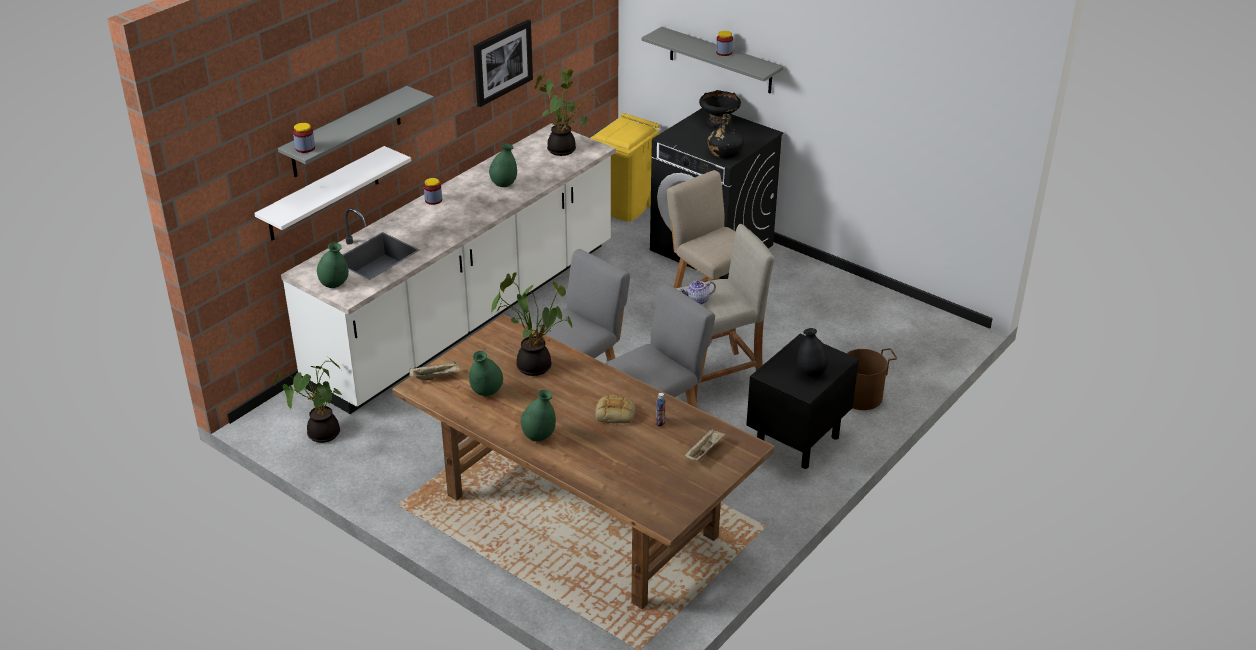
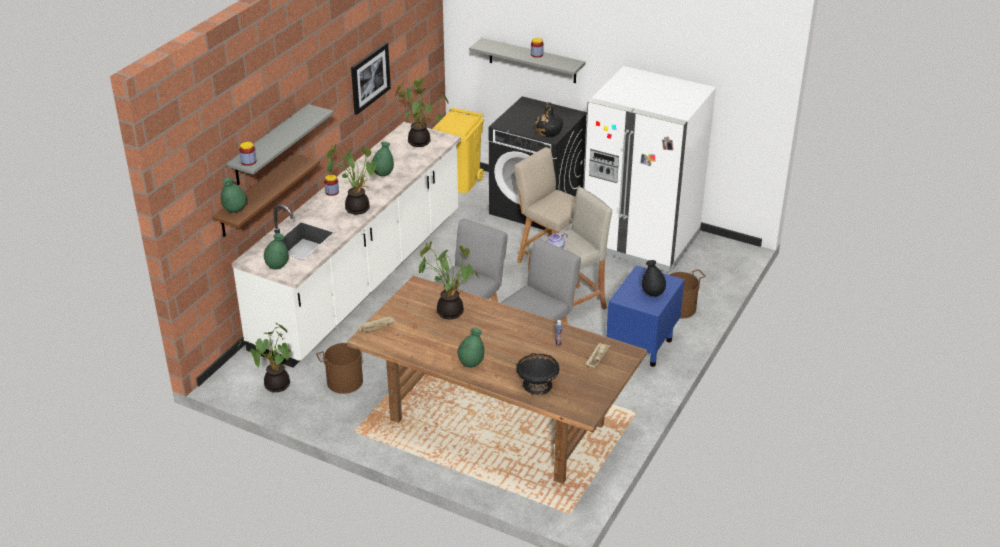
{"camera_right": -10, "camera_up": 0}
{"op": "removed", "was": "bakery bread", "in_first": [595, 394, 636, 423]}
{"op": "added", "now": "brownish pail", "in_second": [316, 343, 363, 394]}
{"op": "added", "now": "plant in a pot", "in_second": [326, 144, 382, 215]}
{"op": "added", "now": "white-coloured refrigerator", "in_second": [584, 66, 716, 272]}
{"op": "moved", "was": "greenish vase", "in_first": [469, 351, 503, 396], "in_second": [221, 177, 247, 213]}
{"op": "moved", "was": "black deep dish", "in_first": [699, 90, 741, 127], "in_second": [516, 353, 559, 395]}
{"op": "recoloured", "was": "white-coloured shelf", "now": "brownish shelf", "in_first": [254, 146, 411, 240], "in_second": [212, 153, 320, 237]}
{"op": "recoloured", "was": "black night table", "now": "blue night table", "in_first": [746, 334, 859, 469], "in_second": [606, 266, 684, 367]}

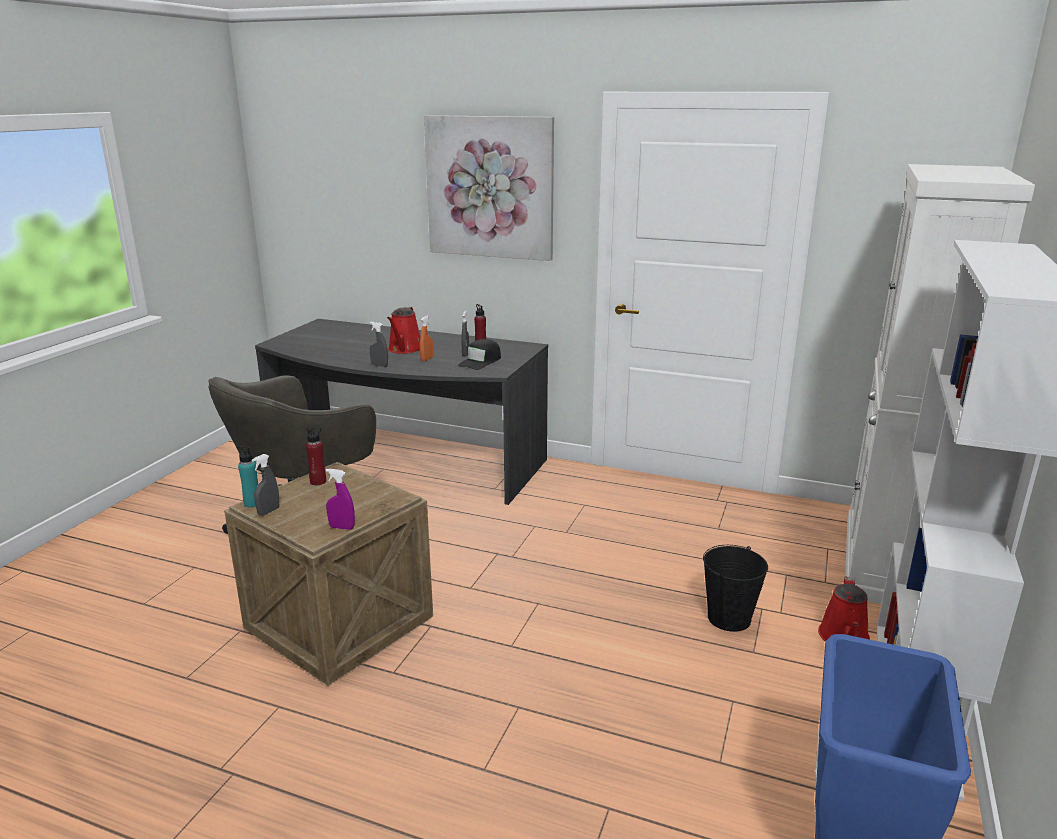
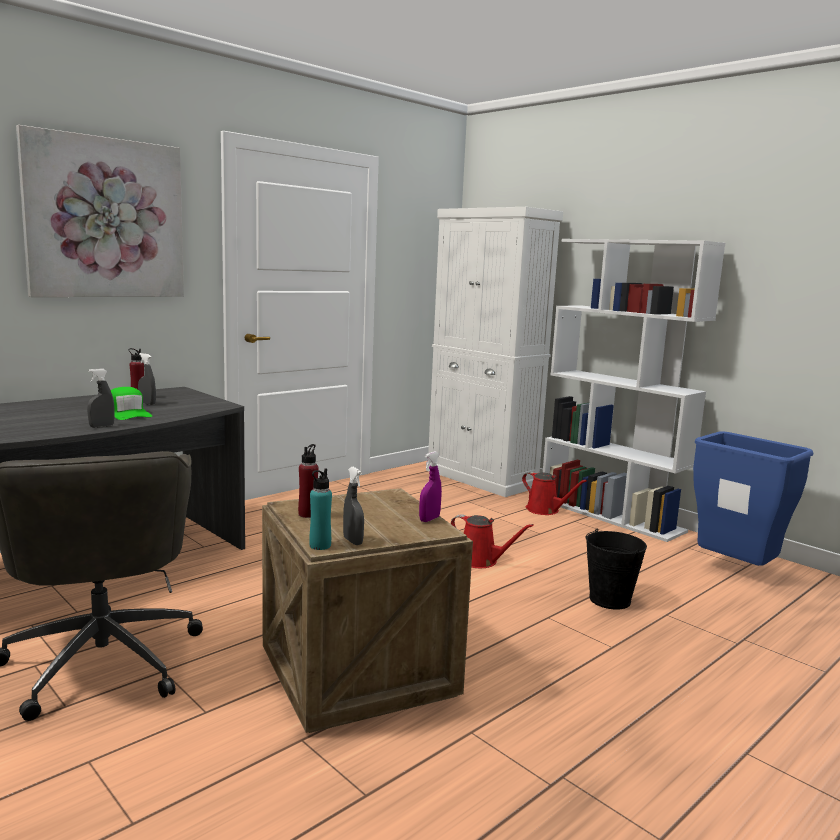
{"camera_right": -65, "camera_up": -10}
{"op": "removed", "was": "black cap", "in_first": [458, 339, 501, 370]}
{"op": "moved", "was": "red-coloured sprinkling can", "in_first": [387, 307, 420, 354], "in_second": [451, 514, 534, 568]}
{"op": "moved", "was": "black pail", "in_first": [703, 545, 768, 632], "in_second": [586, 529, 647, 610]}
{"op": "replaced", "was": "orangey hand sprayer", "now": "greenish cap", "in_first": [420, 315, 433, 361], "in_second": [111, 387, 152, 420]}

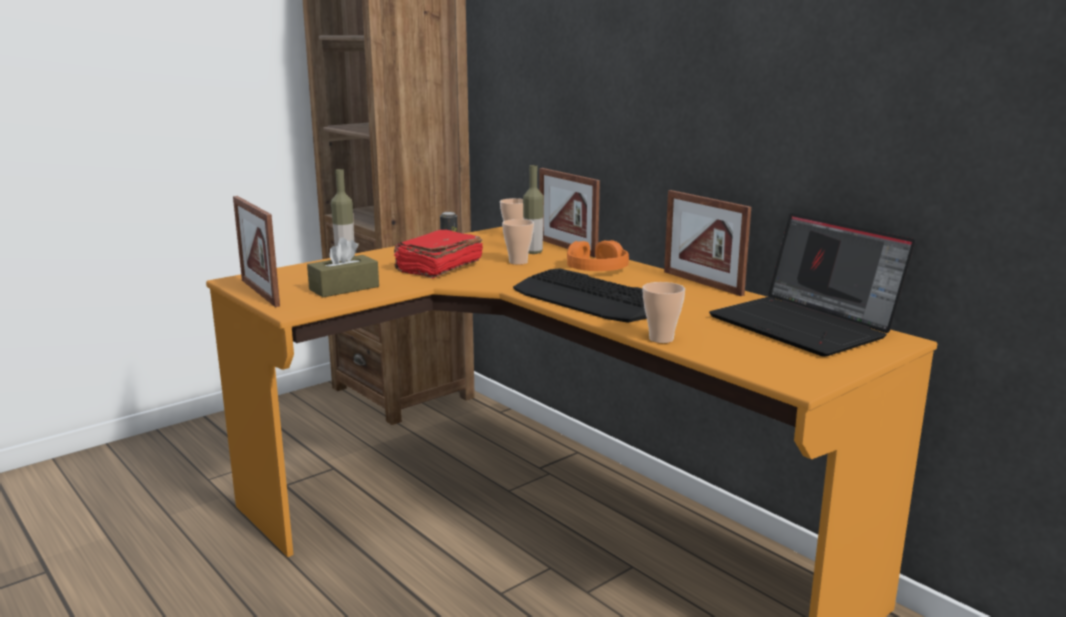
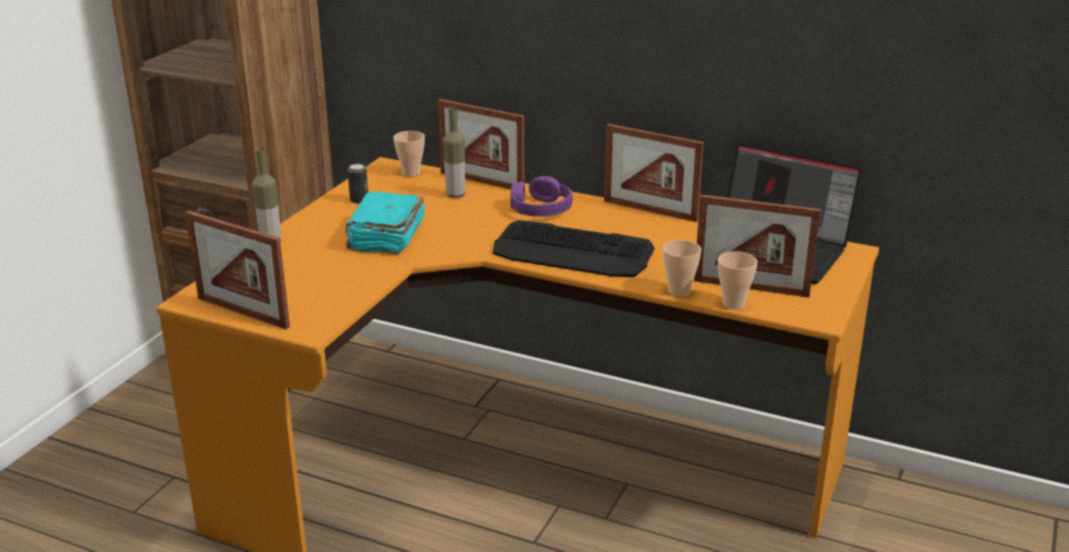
{"camera_right": -25, "camera_up": 10}
{"op": "removed", "was": "brownish tissue holder", "in_first": [307, 237, 379, 297]}
{"op": "added", "now": "photo frame", "in_second": [694, 195, 821, 298]}
{"op": "moved", "was": "drinking cup", "in_first": [502, 219, 534, 265], "in_second": [718, 251, 758, 309]}
{"op": "recoloured", "was": "red-coloured volume", "now": "turquoise volume", "in_first": [393, 230, 483, 278], "in_second": [345, 191, 425, 255]}
{"op": "recoloured", "was": "orangey headset", "now": "purple headset", "in_first": [567, 240, 629, 271], "in_second": [510, 176, 573, 217]}

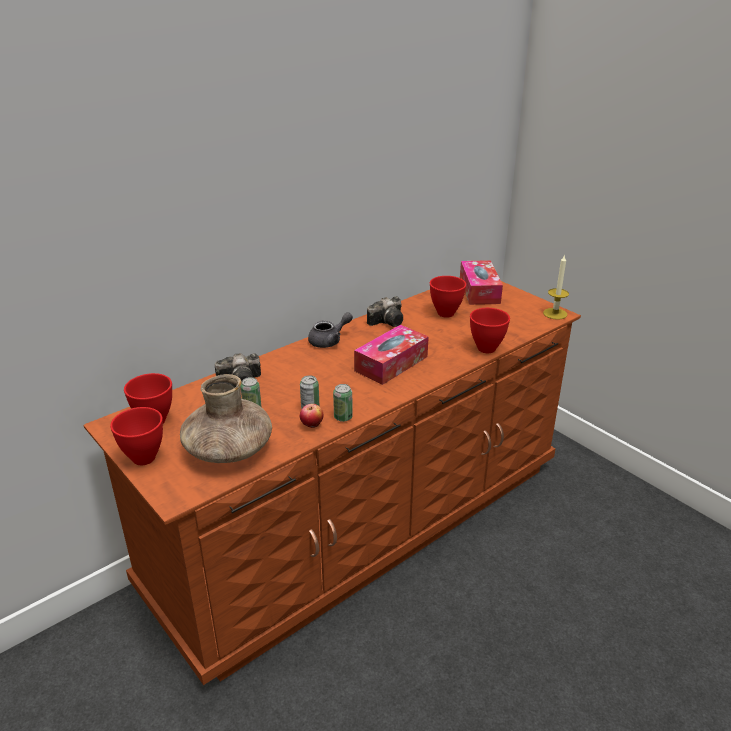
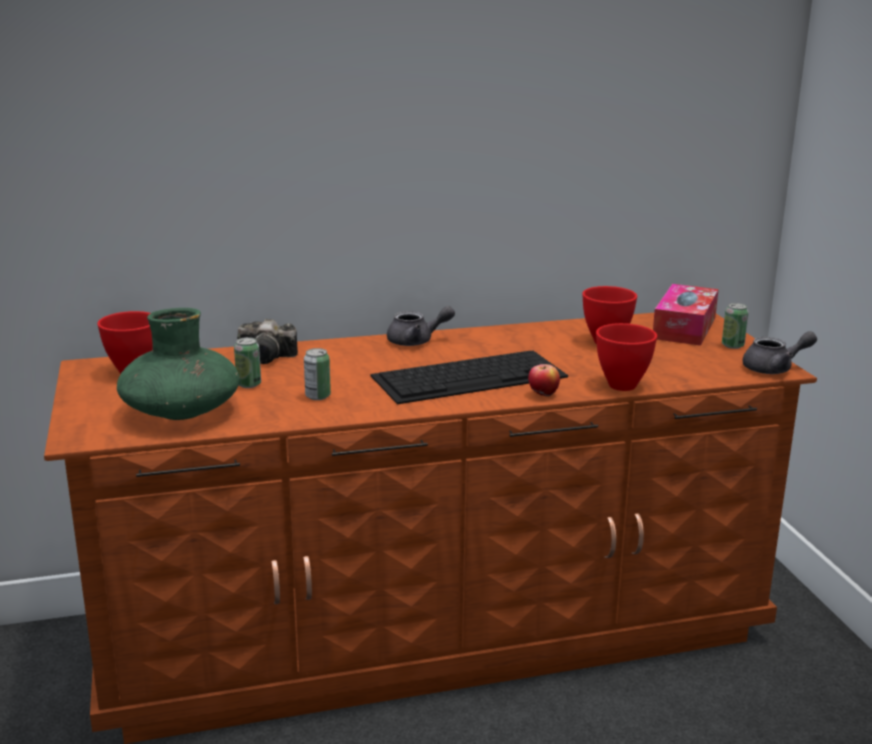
{"camera_right": 25, "camera_up": -10}
{"op": "removed", "was": "red-coloured deep dish", "in_first": [110, 407, 163, 465]}
{"op": "removed", "was": "photo camera", "in_first": [367, 296, 403, 327]}
{"op": "moved", "was": "apple", "in_first": [300, 404, 323, 428], "in_second": [528, 364, 560, 397]}
{"op": "moved", "was": "can", "in_first": [333, 384, 353, 422], "in_second": [722, 303, 749, 349]}
{"op": "replaced", "was": "tissue holder", "now": "keyboard", "in_first": [354, 325, 429, 385], "in_second": [370, 350, 568, 404]}
{"op": "replaced", "was": "candle", "now": "gray teapot", "in_first": [543, 254, 569, 320], "in_second": [743, 331, 817, 374]}
{"op": "recoloured", "was": "brownish vase", "now": "greenish vase", "in_first": [180, 374, 272, 463], "in_second": [117, 308, 240, 420]}

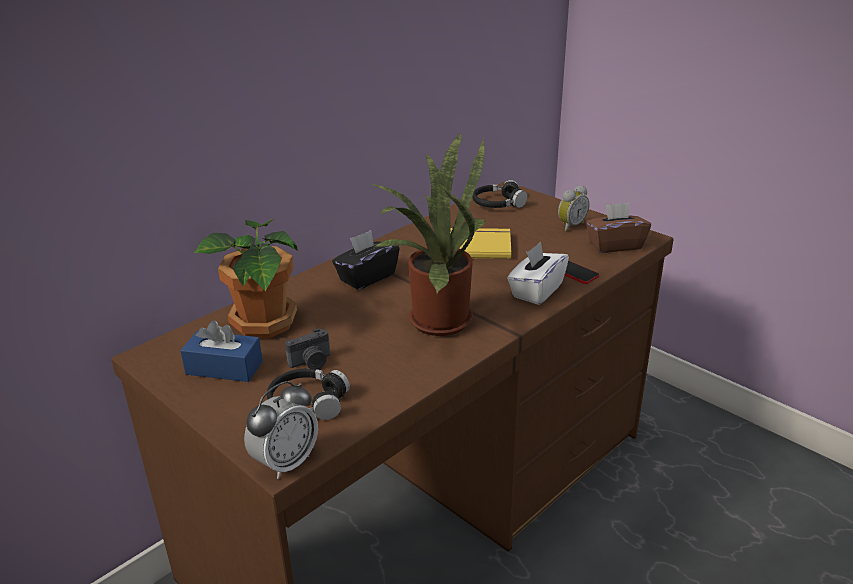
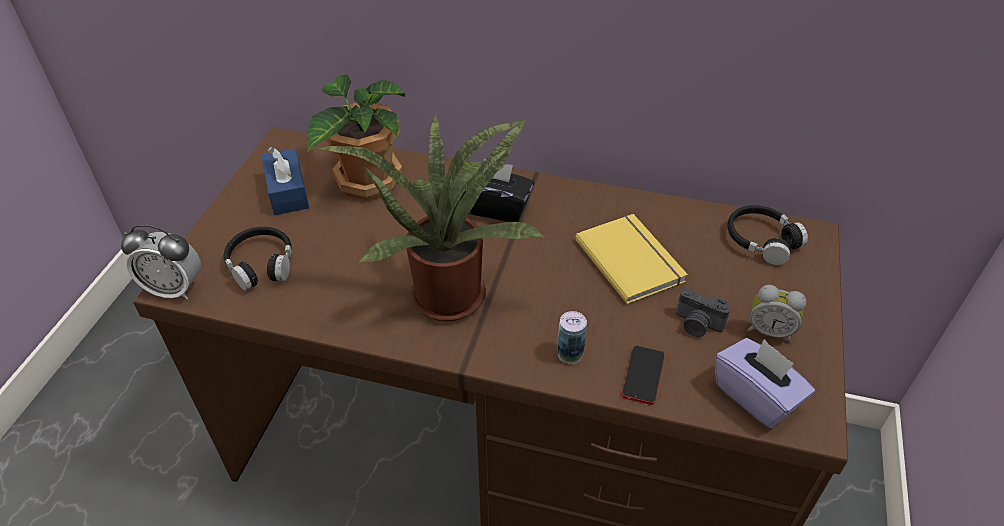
{"camera_right": 60, "camera_up": 15}
{"op": "moved", "was": "photo camera", "in_first": [285, 328, 330, 369], "in_second": [676, 288, 731, 337]}
{"op": "replaced", "was": "white-coloured tissue holder", "now": "can", "in_first": [507, 242, 569, 305], "in_second": [557, 311, 587, 364]}
{"op": "recoloured", "was": "brownish tissue holder", "now": "purple tissue holder", "in_first": [586, 203, 651, 253], "in_second": [715, 338, 815, 429]}

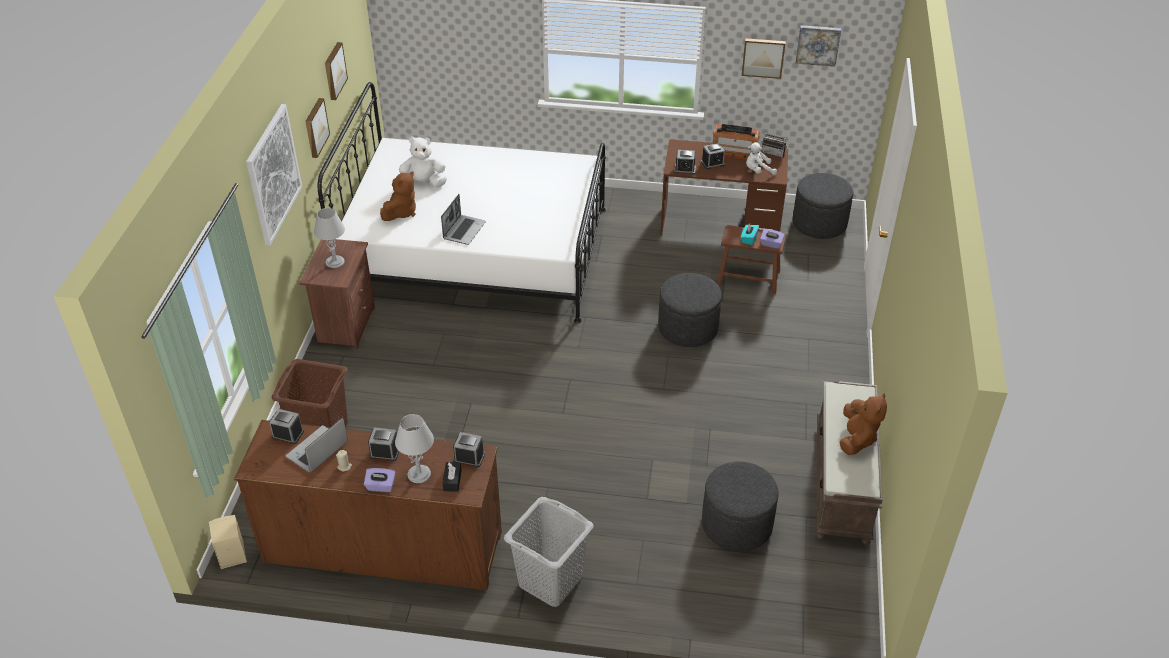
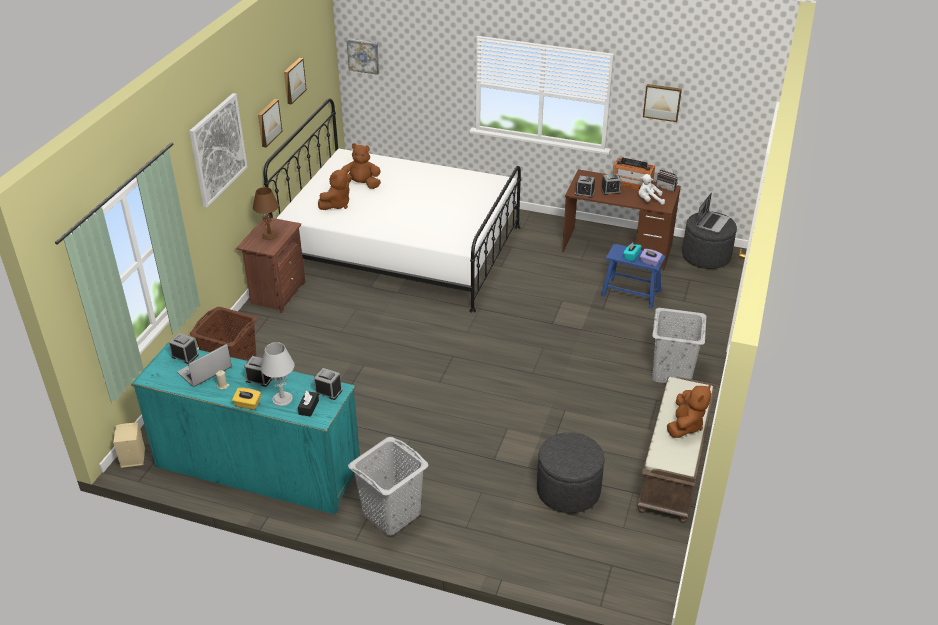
{"camera_right": 10, "camera_up": -5}
{"op": "removed", "was": "gray ottoman", "in_first": [658, 273, 722, 347]}
{"op": "added", "now": "gray laundry basket", "in_second": [652, 308, 706, 383]}
{"op": "moved", "was": "portable computer", "in_first": [441, 194, 486, 245], "in_second": [696, 192, 730, 233]}
{"op": "moved", "was": "wall picture", "in_first": [796, 25, 841, 67], "in_second": [346, 39, 379, 75]}
{"op": "recoloured", "was": "brownish chest of drawers", "now": "turquoise chest of drawers", "in_first": [234, 420, 502, 590], "in_second": [131, 343, 360, 514]}
{"op": "recoloured", "was": "gray table lamp", "now": "brownish table lamp", "in_first": [314, 208, 345, 268], "in_second": [253, 187, 279, 240]}
{"op": "recoloured", "was": "purple tissue holder", "now": "yellow tissue holder", "in_first": [364, 468, 396, 492], "in_second": [232, 388, 261, 410]}
{"op": "recoloured", "was": "white-coloured plush toy", "now": "brownish plush toy", "in_first": [399, 136, 447, 188], "in_second": [341, 143, 381, 189]}
{"op": "recoloured", "was": "brownish stool", "now": "blue stool", "in_first": [717, 225, 786, 294], "in_second": [601, 244, 666, 308]}

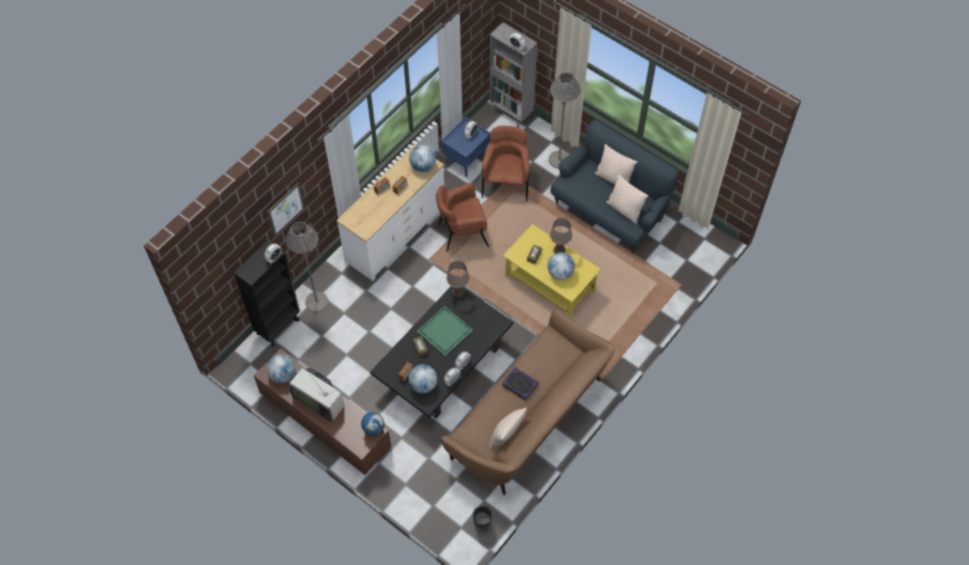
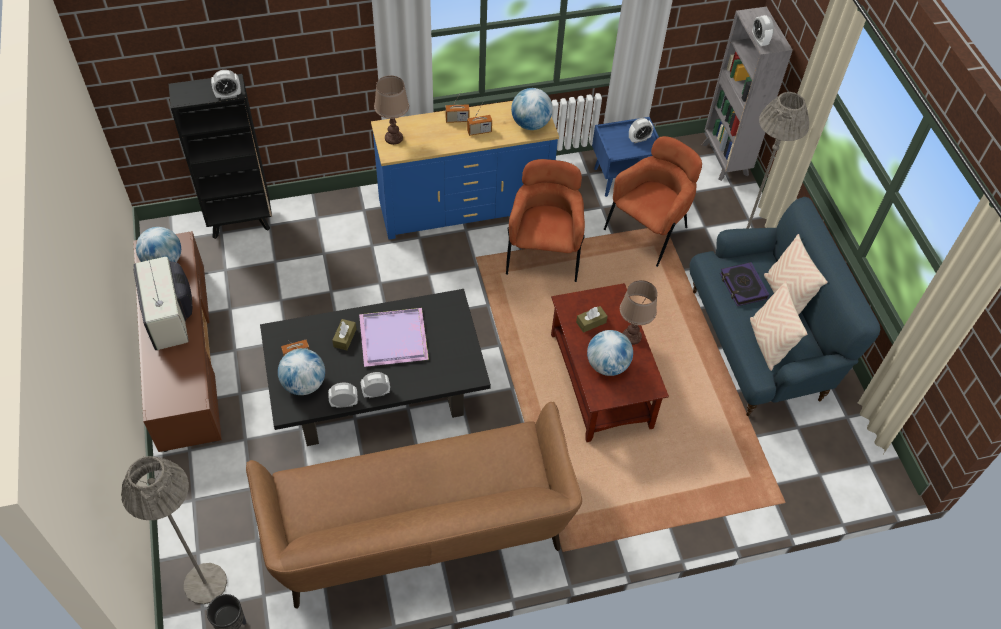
{"camera_right": 35, "camera_up": -5}
{"op": "removed", "was": "wall picture", "in_first": [267, 183, 305, 237]}
{"op": "removed", "was": "desk globe", "in_first": [361, 412, 384, 435]}
{"op": "removed", "was": "beige throw pillow", "in_first": [489, 407, 527, 448]}
{"op": "moved", "was": "gray standard lamp", "in_first": [285, 222, 329, 312], "in_second": [121, 456, 227, 604]}
{"op": "moved", "was": "brownish table lamp", "in_first": [447, 261, 469, 298], "in_second": [374, 76, 409, 145]}
{"op": "moved", "was": "volume", "in_first": [502, 367, 539, 401], "in_second": [720, 262, 769, 306]}
{"op": "recoloured", "was": "white-coloured chest of drawers", "now": "blue chest of drawers", "in_first": [336, 145, 444, 281], "in_second": [371, 101, 559, 240]}
{"op": "recoloured", "was": "greenish carrying tray", "now": "purple carrying tray", "in_first": [417, 306, 473, 356], "in_second": [359, 308, 429, 367]}
{"op": "recoloured", "was": "yellow lounge table", "now": "brownish lounge table", "in_first": [503, 224, 601, 318], "in_second": [551, 283, 669, 442]}
{"op": "turned", "was": "brownish lounge chair", "in_first": [436, 183, 489, 251], "in_second": [506, 159, 585, 282], "clockwise": 75}

